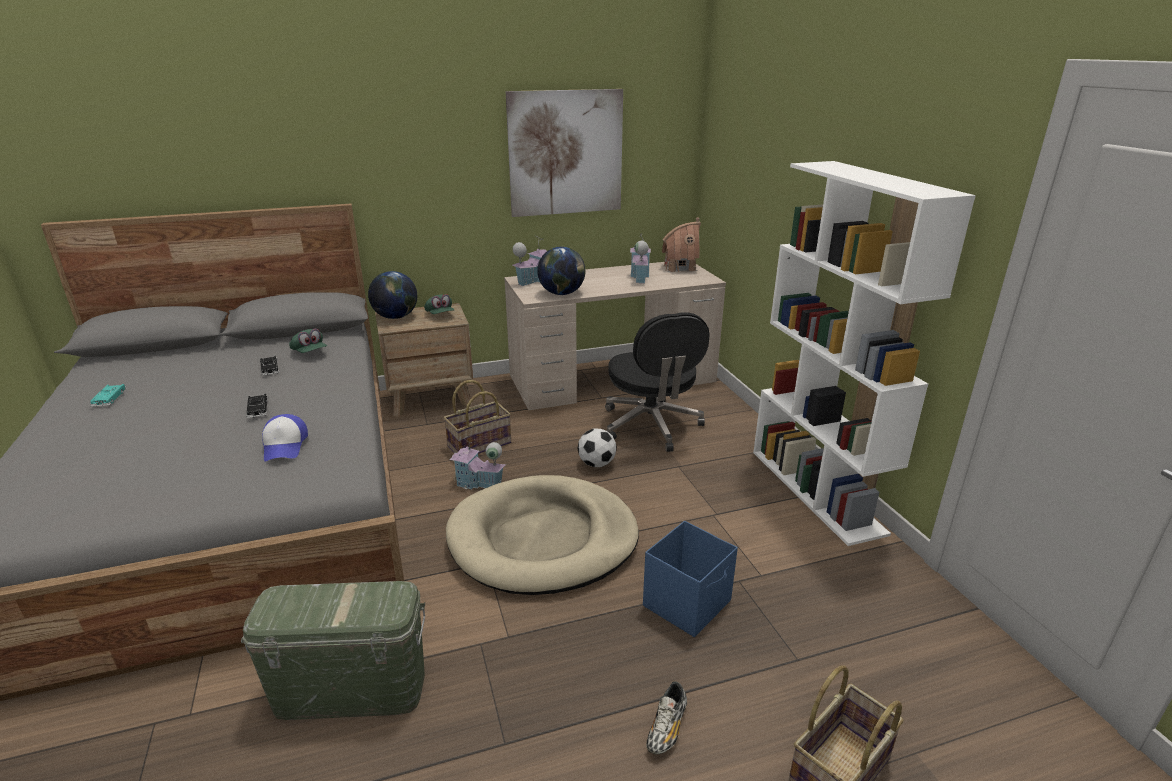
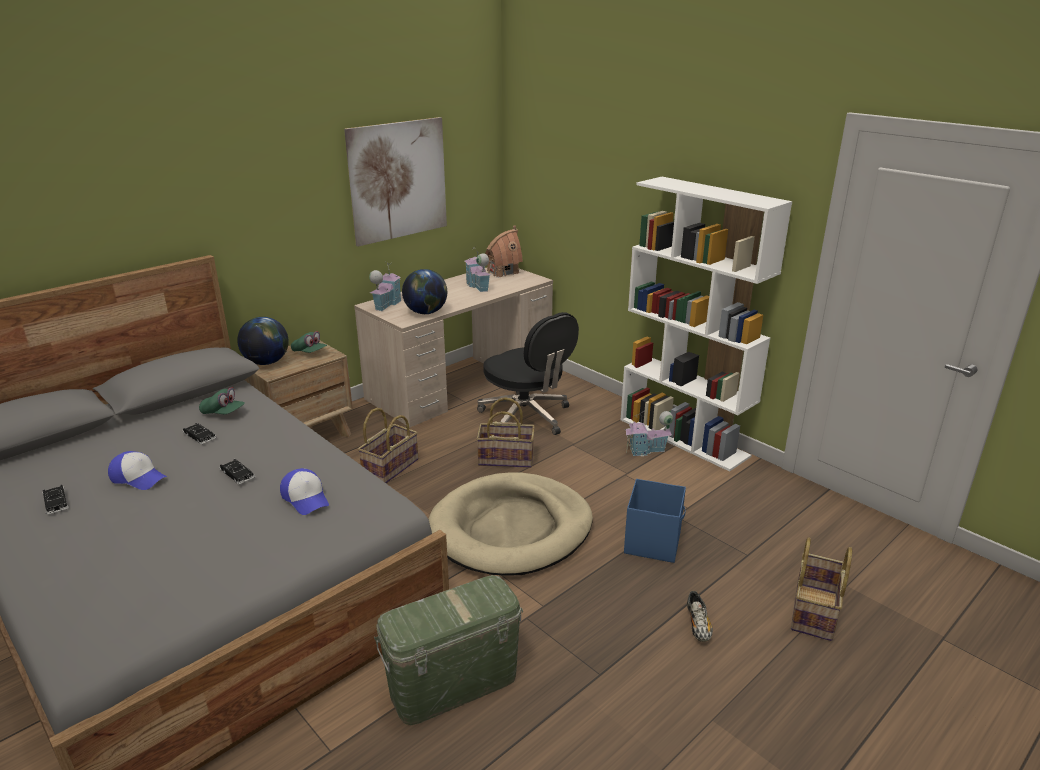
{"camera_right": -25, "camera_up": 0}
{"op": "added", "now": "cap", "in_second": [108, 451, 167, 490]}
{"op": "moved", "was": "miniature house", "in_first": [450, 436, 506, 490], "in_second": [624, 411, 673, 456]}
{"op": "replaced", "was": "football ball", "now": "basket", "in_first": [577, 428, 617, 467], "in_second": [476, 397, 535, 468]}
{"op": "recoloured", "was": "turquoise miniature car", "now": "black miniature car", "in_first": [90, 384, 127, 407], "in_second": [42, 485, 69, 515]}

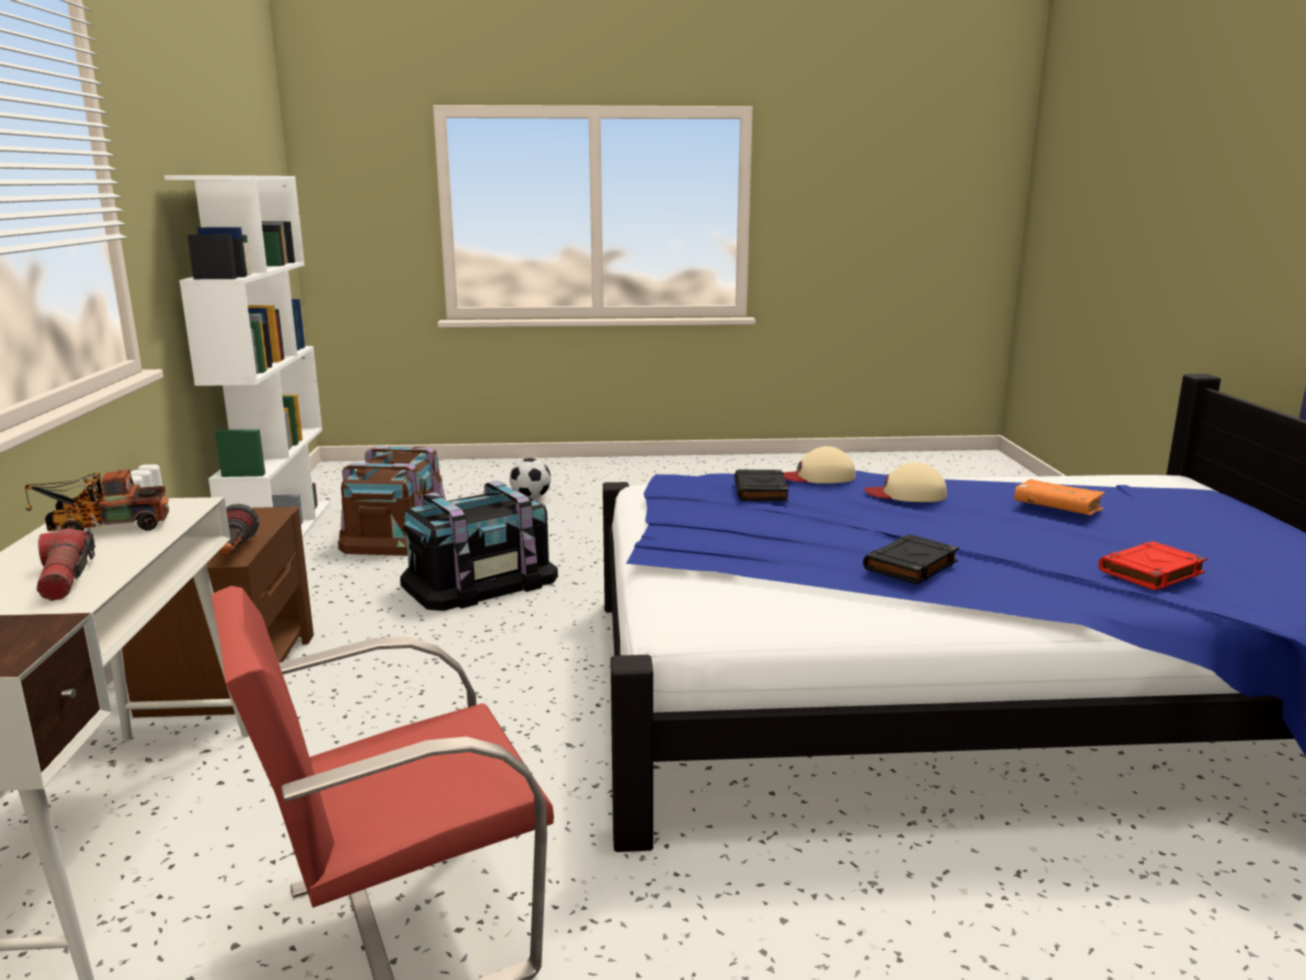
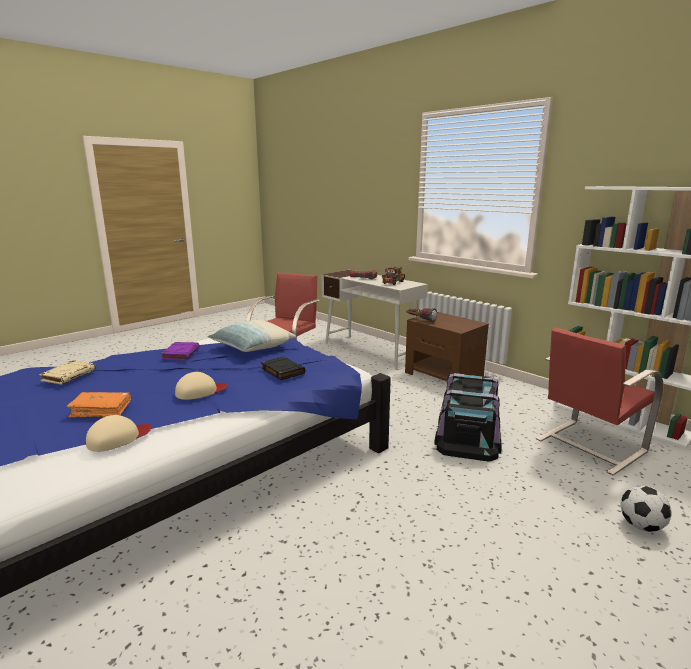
{"camera_right": 140, "camera_up": 0}
{"op": "added", "now": "throw pillow", "in_second": [208, 320, 296, 352]}
{"op": "moved", "was": "beige cap", "in_first": [783, 446, 856, 484], "in_second": [86, 415, 151, 452]}
{"op": "replaced", "was": "brownish storage box", "now": "red-coloured plain chair", "in_first": [338, 446, 446, 556], "in_second": [536, 327, 663, 475]}
{"op": "recoloured", "was": "black volume", "now": "purple volume", "in_first": [863, 534, 959, 585], "in_second": [161, 342, 200, 360]}
{"op": "recoloured", "was": "red-coloured volume", "now": "beige volume", "in_first": [1098, 541, 1207, 591], "in_second": [39, 360, 96, 384]}

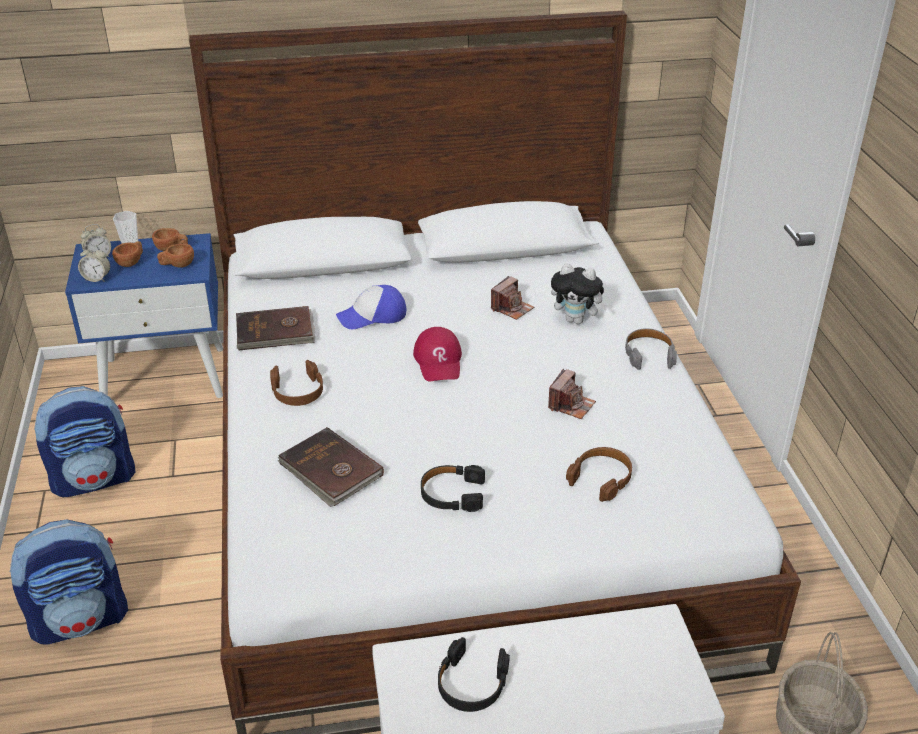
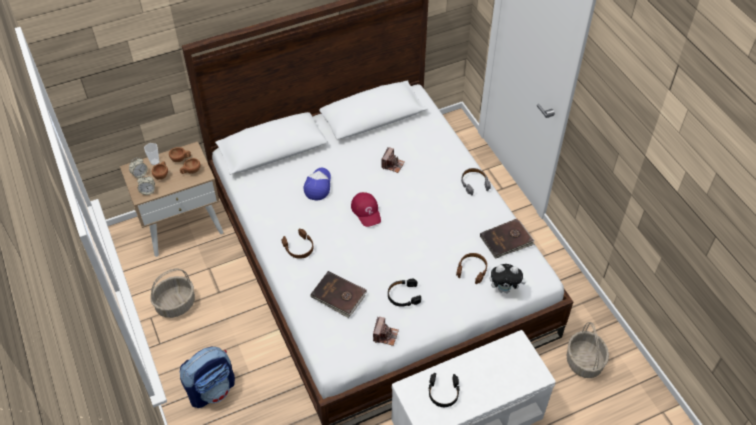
{"camera_right": -15, "camera_up": 15}
{"op": "moved", "was": "brownish volume", "in_first": [236, 306, 315, 351], "in_second": [480, 219, 535, 259]}
{"op": "moved", "was": "photo camera", "in_first": [548, 368, 596, 419], "in_second": [373, 317, 399, 346]}
{"op": "moved", "was": "plush toy", "in_first": [551, 263, 608, 324], "in_second": [490, 264, 526, 293]}
{"op": "replaced", "was": "backpack", "now": "basket", "in_first": [34, 386, 135, 497], "in_second": [150, 268, 195, 318]}
{"op": "recoloured", "was": "blue night table", "now": "beige night table", "in_first": [65, 233, 223, 398], "in_second": [120, 142, 224, 257]}
{"op": "turned", "was": "cap", "in_first": [336, 285, 406, 329], "in_second": [304, 168, 331, 200], "clockwise": 135}

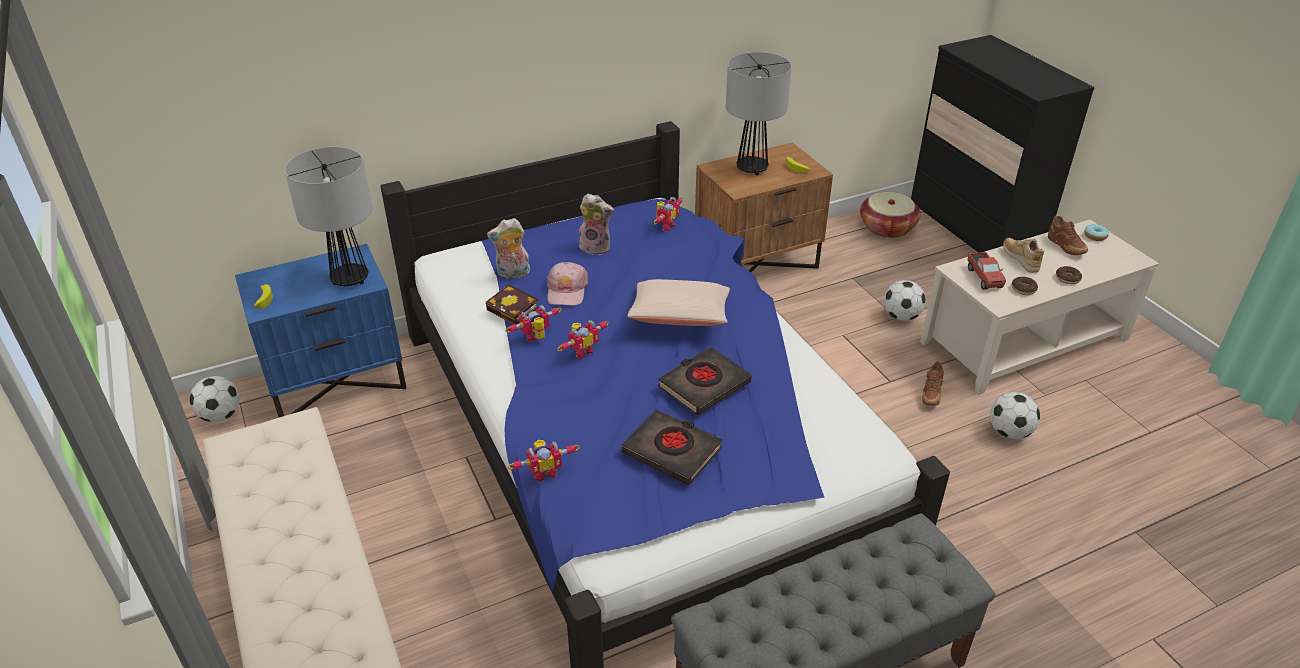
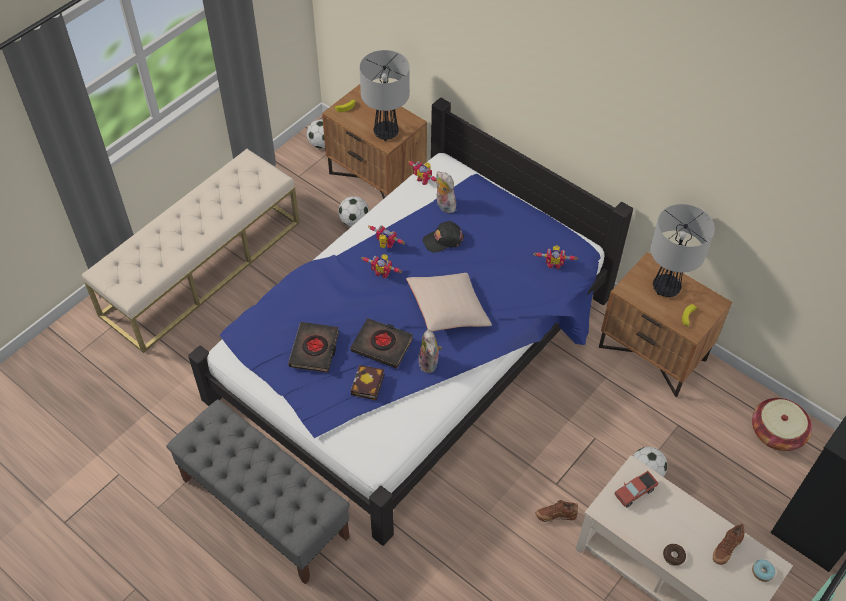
{"camera_right": 65, "camera_up": 15}
{"op": "removed", "was": "beige shoe", "in_first": [1003, 238, 1044, 273]}
{"op": "removed", "was": "doughnut", "in_first": [1012, 277, 1038, 295]}
{"op": "moved", "was": "volume", "in_first": [486, 285, 539, 325], "in_second": [351, 365, 385, 400]}
{"op": "moved", "was": "model robot", "in_first": [507, 440, 580, 482], "in_second": [408, 160, 436, 185]}
{"op": "moved", "was": "plush toy", "in_first": [579, 193, 614, 255], "in_second": [418, 329, 442, 373]}
{"op": "moved", "was": "football ball", "in_first": [990, 392, 1040, 439], "in_second": [338, 196, 369, 227]}
{"op": "recoloured", "was": "blue night table", "now": "brownish night table", "in_first": [235, 244, 406, 417], "in_second": [322, 84, 427, 199]}
{"op": "recoloured", "was": "pink cap", "now": "black cap", "in_first": [547, 262, 588, 306], "in_second": [423, 221, 464, 253]}

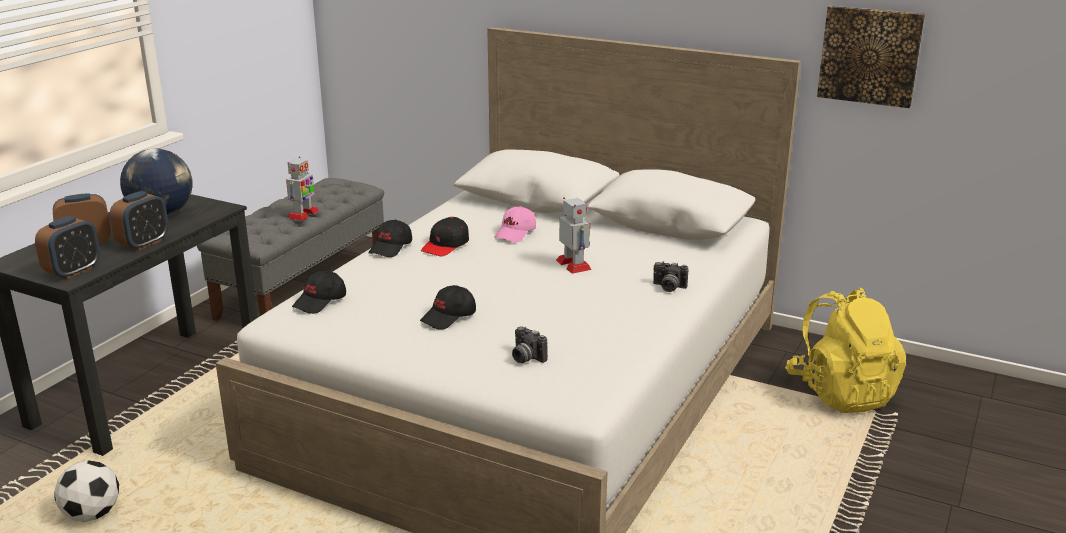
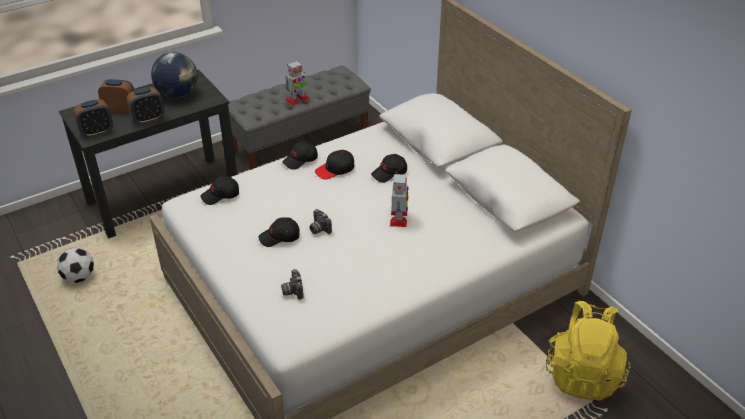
{"camera_right": 30, "camera_up": 15}
{"op": "removed", "was": "wall picture", "in_first": [817, 6, 925, 108]}
{"op": "moved", "was": "photo camera", "in_first": [653, 261, 688, 292], "in_second": [310, 209, 332, 234]}
{"op": "recoloured", "was": "pink cap", "now": "black cap", "in_first": [494, 206, 536, 242], "in_second": [371, 154, 407, 183]}

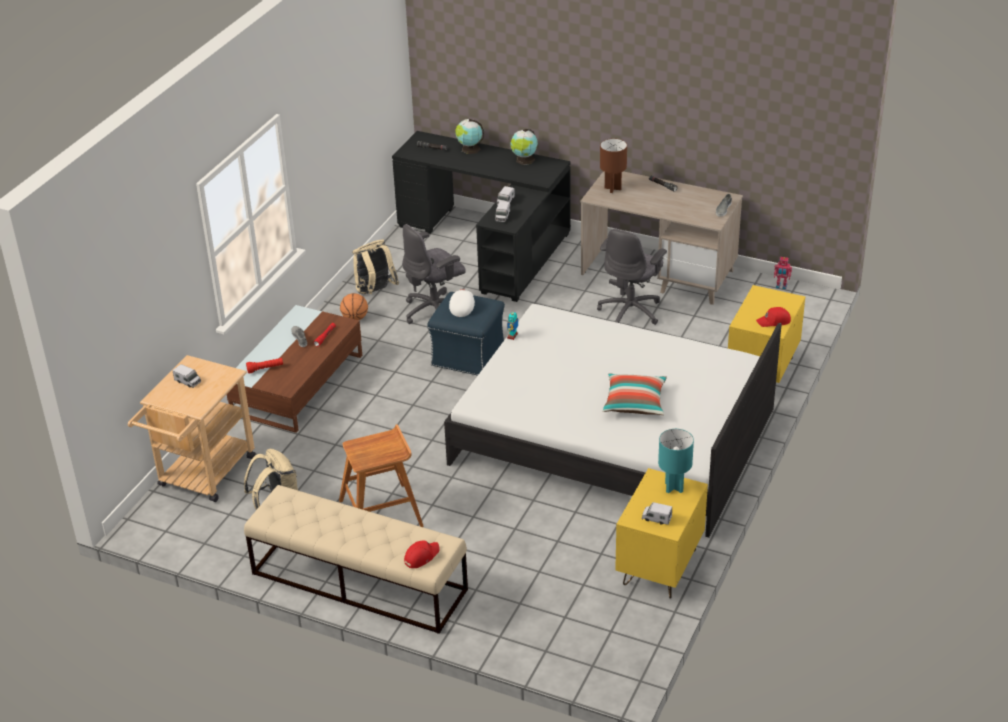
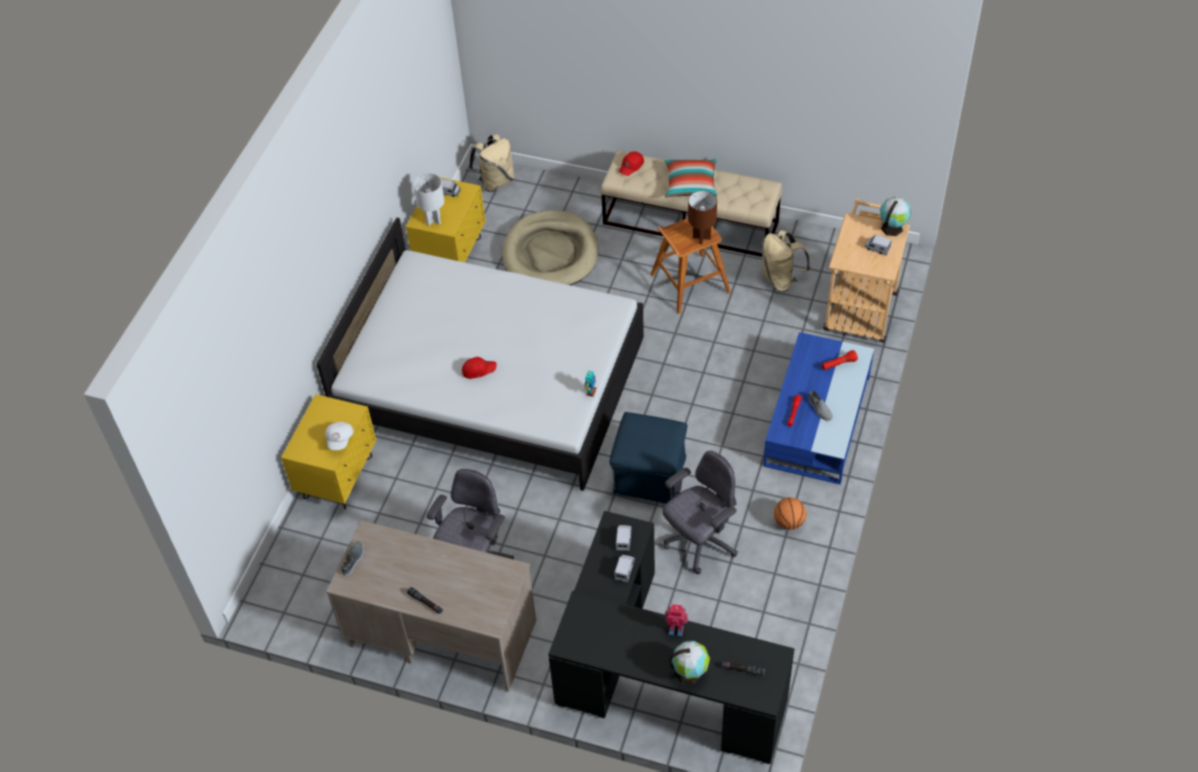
{"camera_right": 175, "camera_up": 15}
{"op": "added", "now": "beige dog bed", "in_second": [502, 210, 598, 285]}
{"op": "moved", "was": "beige backpack", "in_first": [352, 240, 399, 294], "in_second": [469, 134, 514, 192]}
{"op": "moved", "was": "white-coloured cap", "in_first": [449, 289, 475, 317], "in_second": [325, 422, 354, 450]}
{"op": "moved", "was": "desk globe", "in_first": [510, 129, 538, 165], "in_second": [880, 197, 911, 236]}
{"op": "moved", "was": "brownish table lamp", "in_first": [600, 138, 627, 193], "in_second": [688, 190, 717, 244]}
{"op": "moved", "was": "throw pillow", "in_first": [603, 373, 667, 415], "in_second": [664, 159, 717, 197]}
{"op": "moved", "was": "red-coloured cap", "in_first": [756, 307, 791, 327], "in_second": [462, 357, 497, 379]}
{"op": "moved", "was": "model robot", "in_first": [774, 257, 792, 290], "in_second": [665, 604, 688, 636]}
{"op": "recoloured", "was": "brownish lounge table", "now": "blue lounge table", "in_first": [227, 305, 362, 433], "in_second": [763, 332, 874, 484]}
{"op": "recoloured", "was": "turquoise table lamp", "now": "white-coloured table lamp", "in_first": [658, 429, 694, 493], "in_second": [413, 173, 444, 226]}

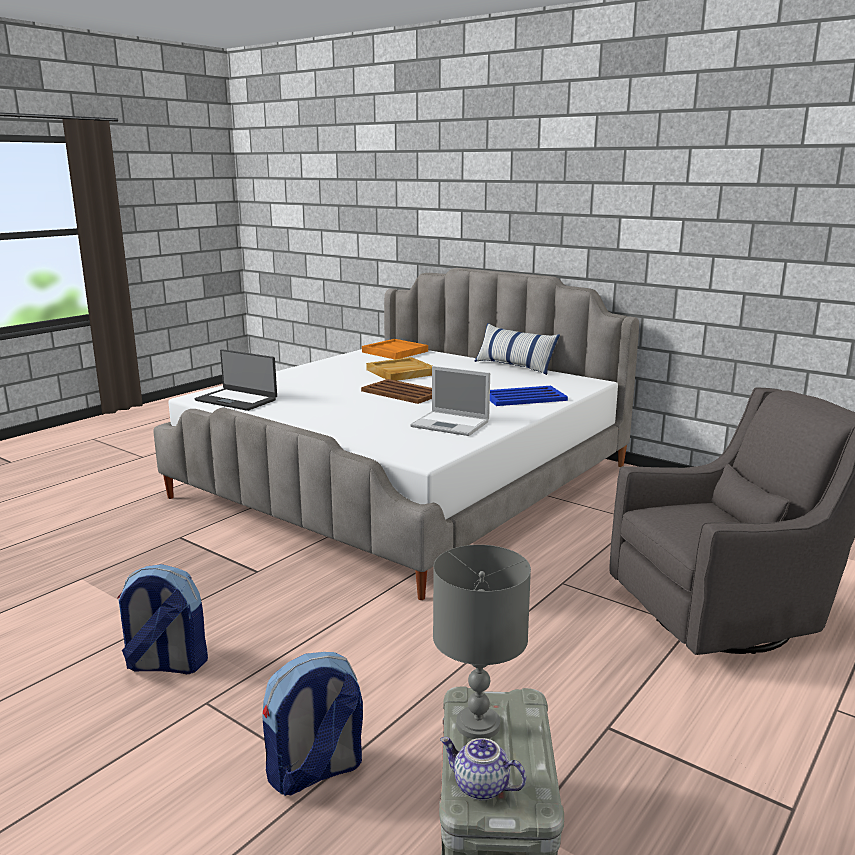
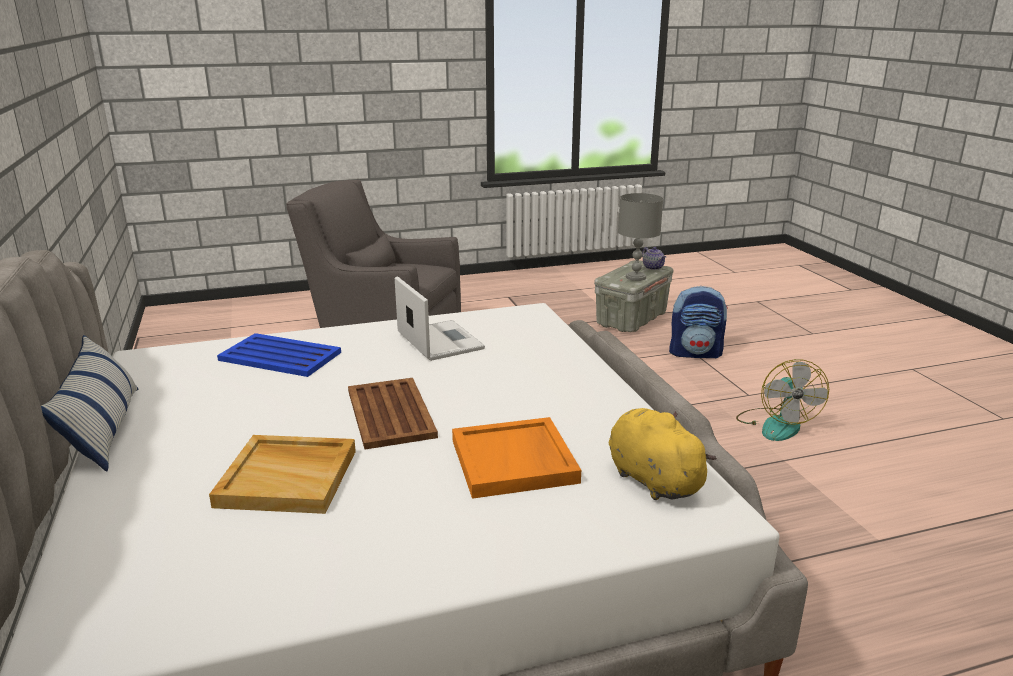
{"camera_right": -145, "camera_up": 5}
{"op": "moved", "was": "orangey carrying tray", "in_first": [362, 339, 428, 359], "in_second": [452, 417, 581, 499]}
{"op": "replaced", "was": "backpack", "now": "fan", "in_first": [117, 564, 208, 674], "in_second": [736, 359, 829, 441]}
{"op": "replaced", "was": "portable computer", "now": "yellow plush toy", "in_first": [194, 349, 277, 411], "in_second": [609, 408, 717, 500]}

